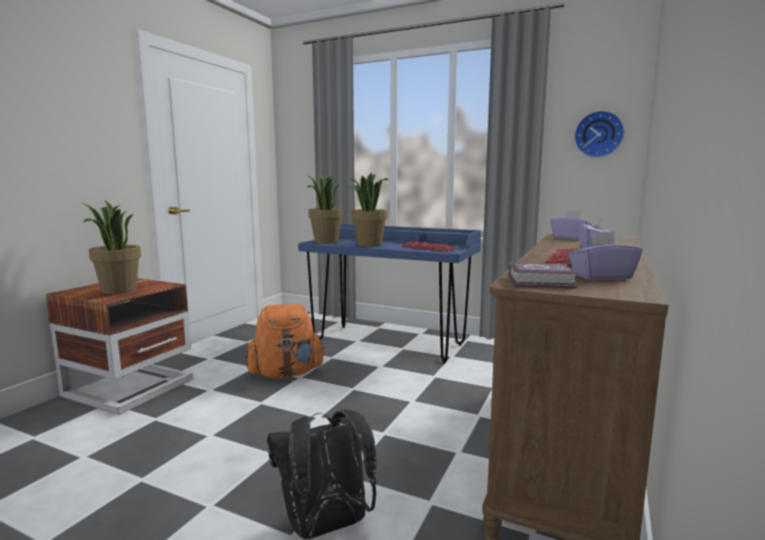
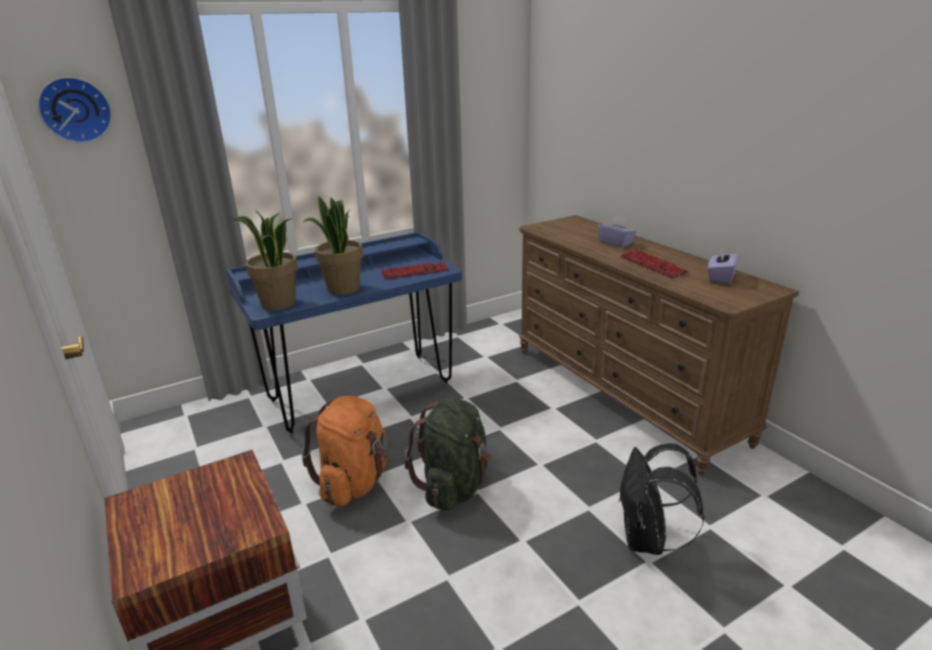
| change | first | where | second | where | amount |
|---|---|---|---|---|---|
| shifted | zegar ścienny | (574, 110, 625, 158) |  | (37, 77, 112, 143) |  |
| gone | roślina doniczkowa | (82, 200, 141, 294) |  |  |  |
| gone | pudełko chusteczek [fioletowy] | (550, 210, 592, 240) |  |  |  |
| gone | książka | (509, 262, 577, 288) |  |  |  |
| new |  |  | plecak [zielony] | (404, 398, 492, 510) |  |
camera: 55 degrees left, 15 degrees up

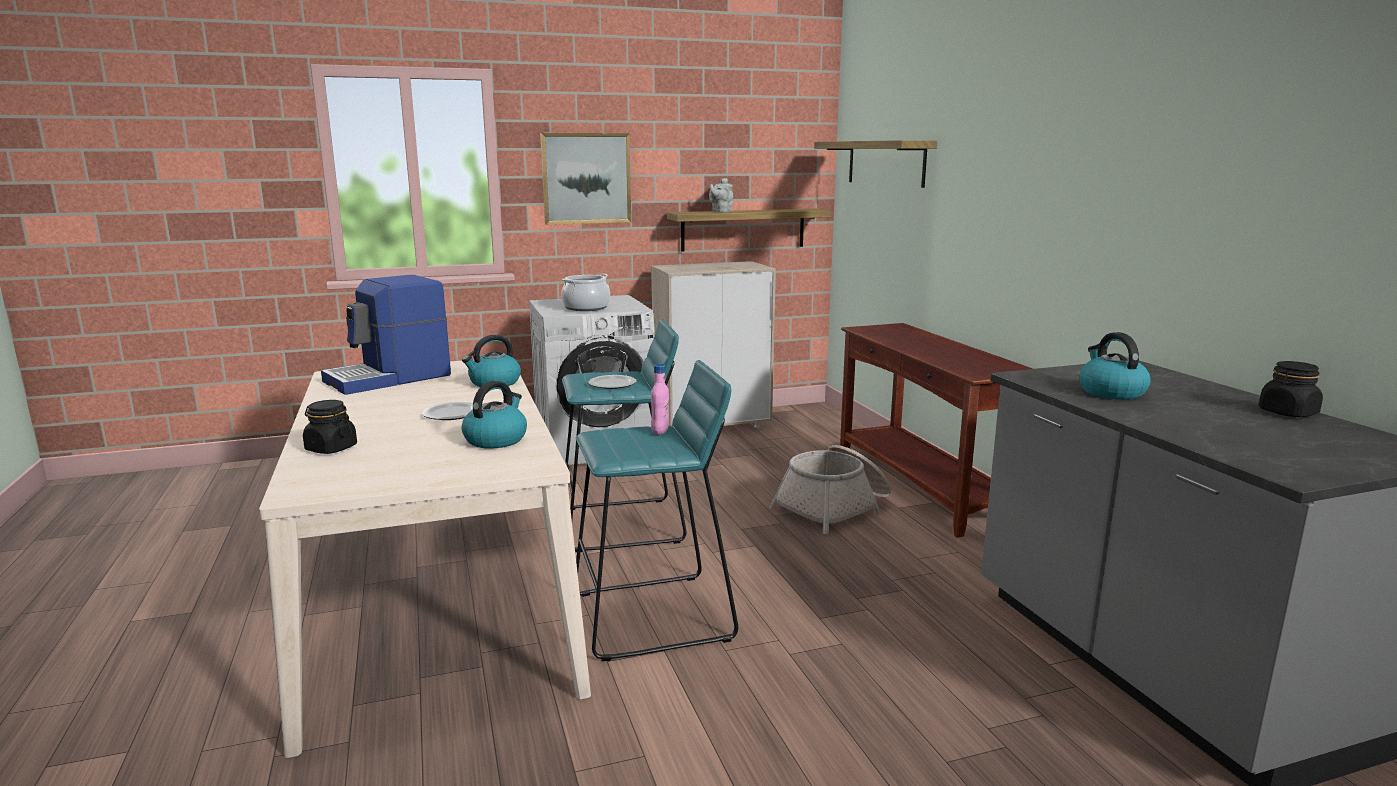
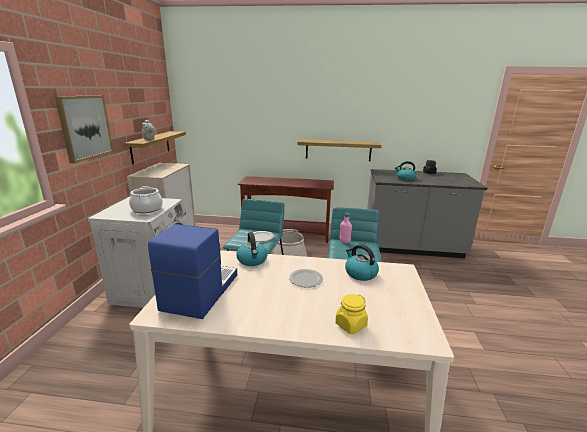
| change | first | where | second | where | amount |
|---|---|---|---|---|---|
| shifted | półka | (814, 140, 937, 188) |  | (298, 140, 382, 161) |  |
| rotated | ekspres do kawy | (321, 275, 451, 395) |  | (148, 224, 237, 319) | 150 degrees counterclockwise |
| repainted | słoik [czarny] | (303, 400, 357, 454) | słoik [żółty] | (335, 294, 368, 334) |  |
camera: 65 degrees left, 5 degrees up

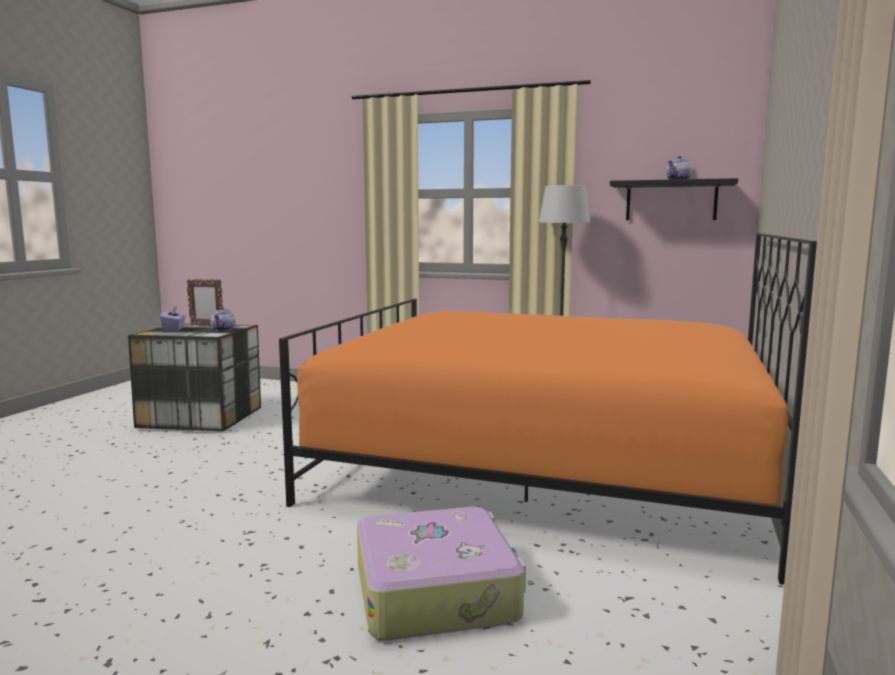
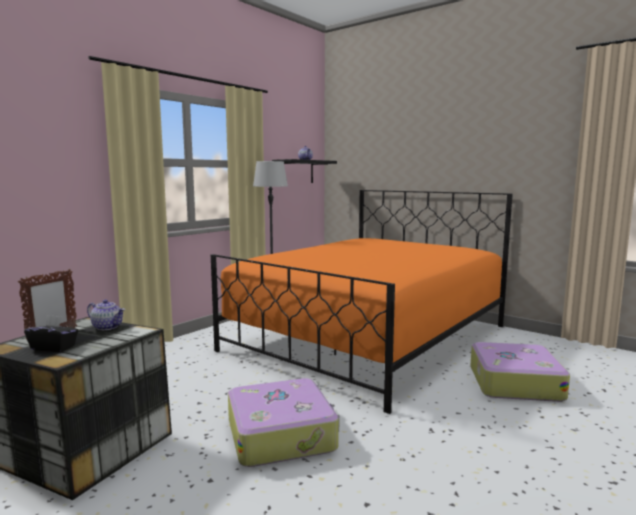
| change | first | where | second | where | amount |
|---|---|---|---|---|---|
| repainted | pudełko chusteczek [fioletowy] | (160, 306, 186, 331) | pudełko chusteczek [czarny] | (24, 315, 79, 352) |  |
| new |  |  | walizka | (228, 378, 339, 467) |  |
camera: 70 degrees left, 0 degrees up

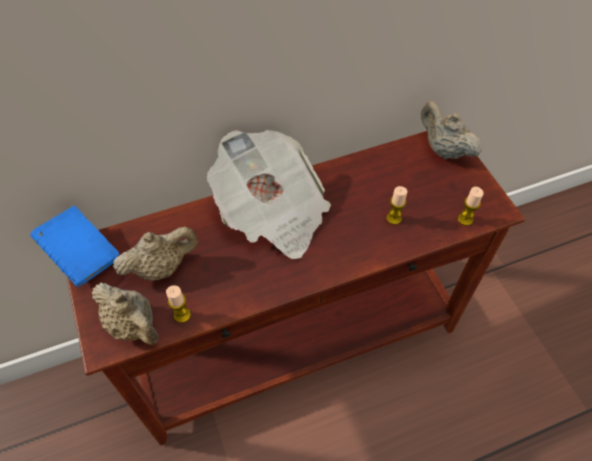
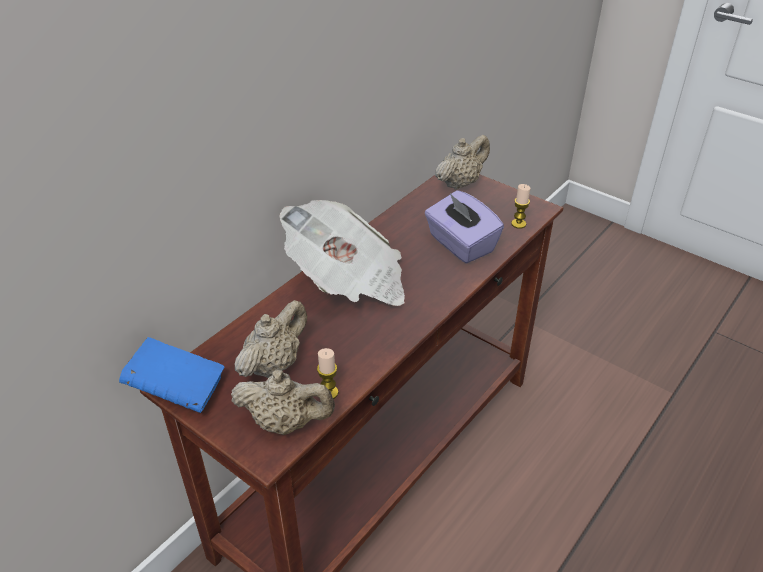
| change | first | where | second | where | amount |
|---|---|---|---|---|---|
| rotated | imbryk [beżowy] | (421, 101, 482, 159) |  | (435, 135, 490, 190) | 120 degrees clockwise |
| swapped | świeca | (387, 186, 407, 225) | pudełko chusteczek [fioletowy] | (425, 190, 504, 263) |  |
camera: 30 degrees left, 15 degrees down

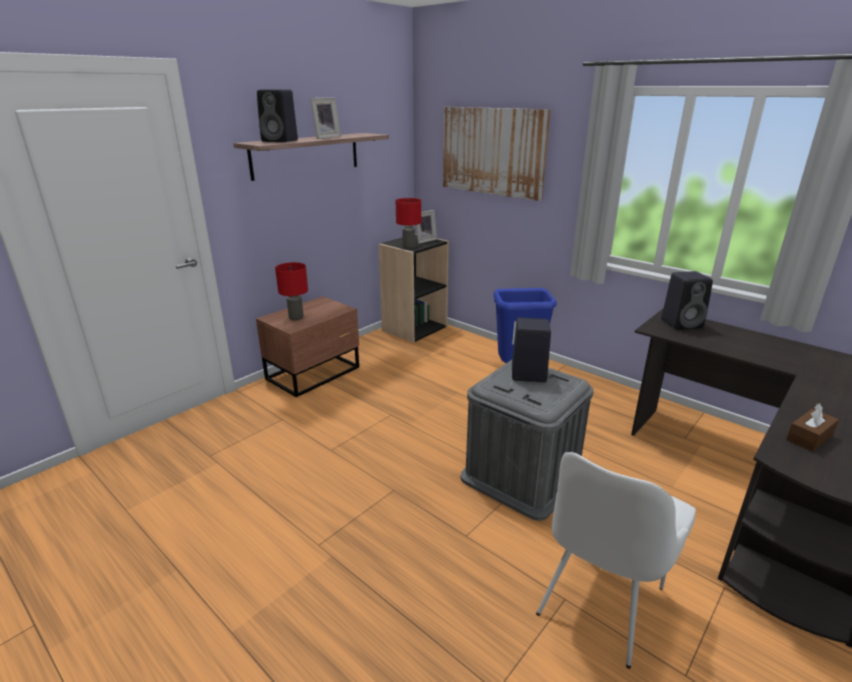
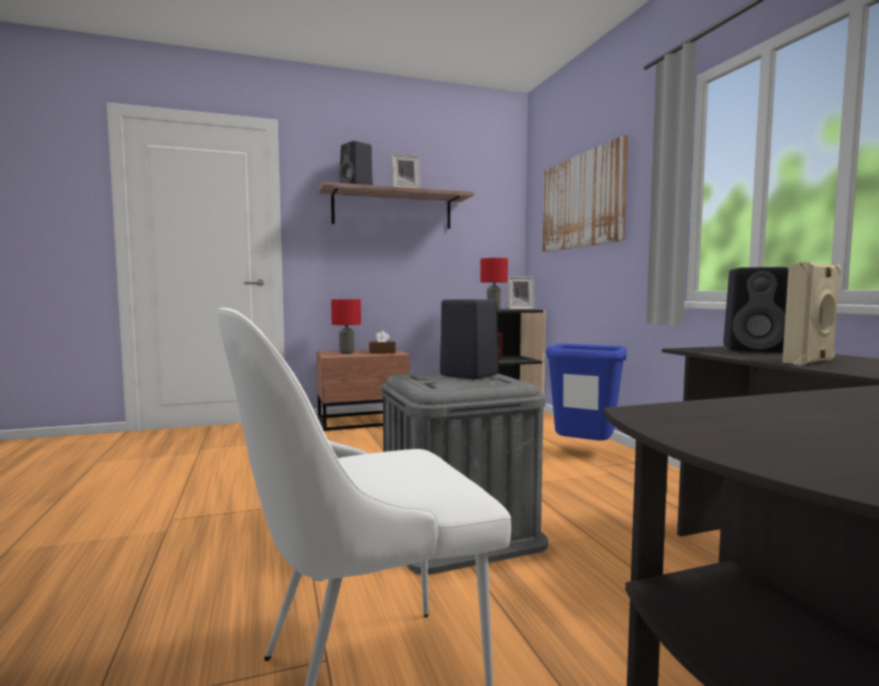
| change | first | where | second | where | amount |
|---|---|---|---|---|---|
| shifted | pudełko chusteczek [brązowy] | (786, 403, 839, 452) |  | (369, 331, 396, 354) |  |
| new |  |  | głośnik [beżowy] | (782, 262, 841, 365) |  |
camera: 30 degrees right, 20 degrees down

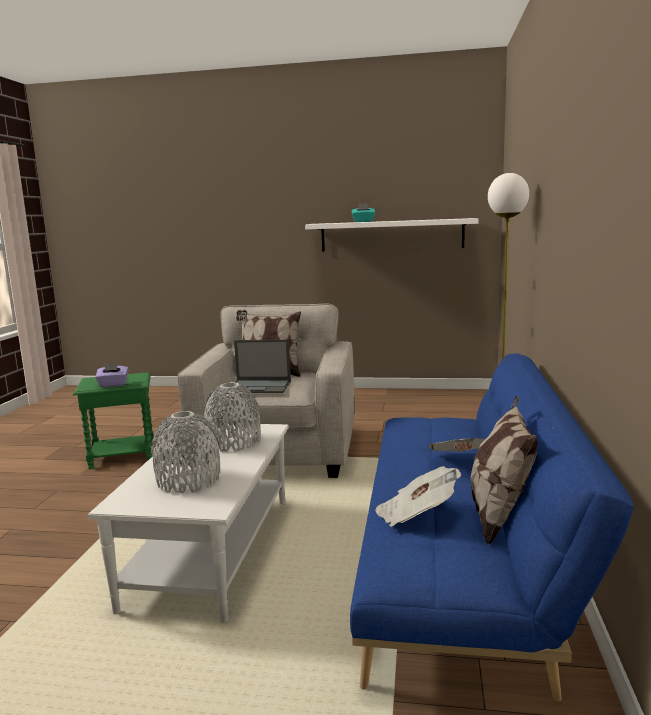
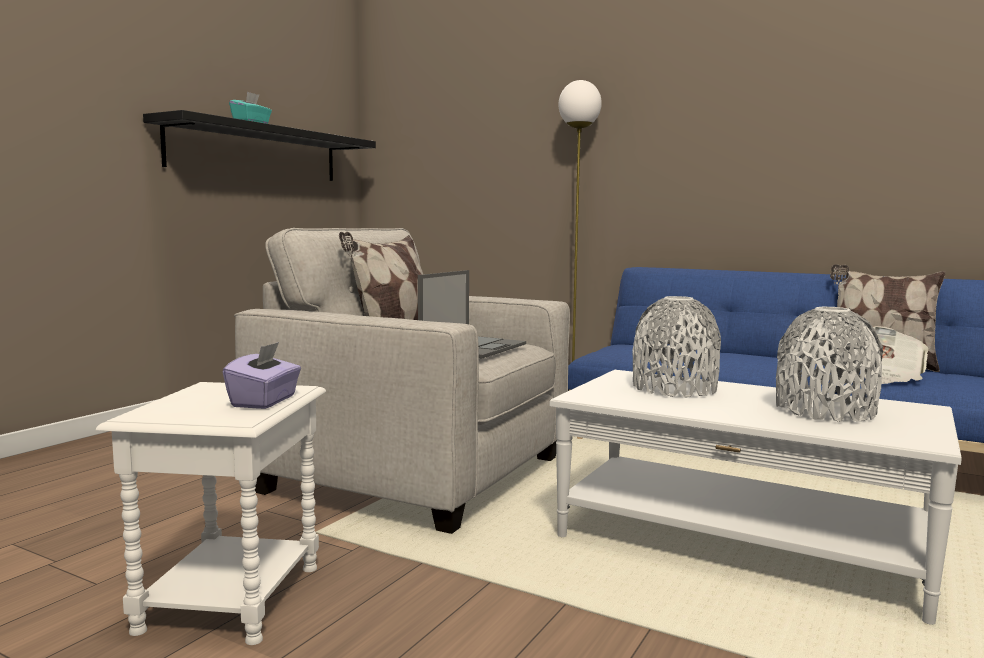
| change | first | where | second | where | amount |
|---|---|---|---|---|---|
| repainted | półka [biały] | (305, 218, 478, 251) | półka [czarny] | (143, 110, 376, 181) |  |
| repainted | stolik [zielony] | (73, 372, 154, 469) | stolik [biały] | (96, 382, 326, 645) |  |
| gone | gazeta | (429, 438, 485, 452) |  |  |  |
camera: 70 degrees left, 5 degrees down

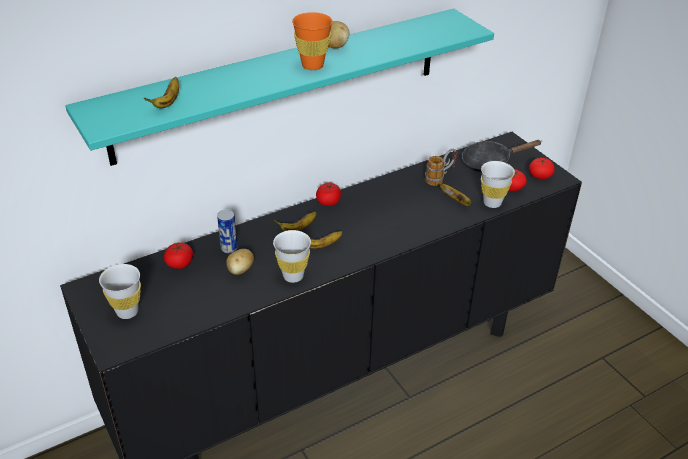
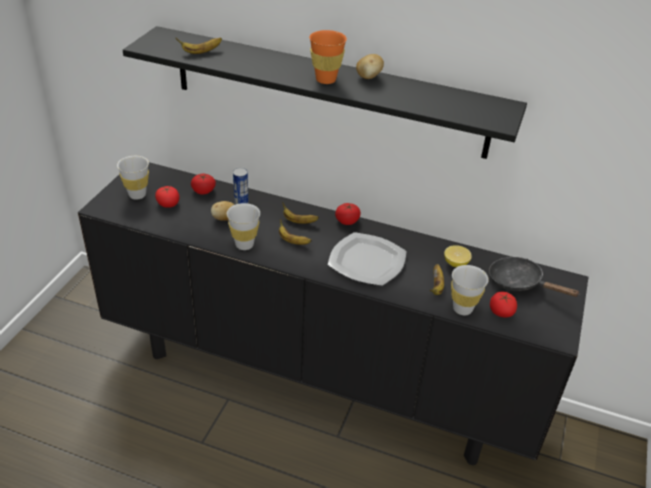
| change | first | where | second | where | amount |
|---|---|---|---|---|---|
| repainted | półka [turkusowy] | (65, 8, 494, 166) | półka [czarny] | (123, 26, 527, 159) |  |
| swapped | kubek | (425, 149, 457, 186) | cytryna | (444, 245, 472, 267) |  |
| shifted | pomidor | (529, 158, 555, 179) |  | (155, 186, 180, 208) |  |
| new |  |  | talerz | (328, 232, 406, 286) |  |
camera: 50 degrees right, 0 degrees up

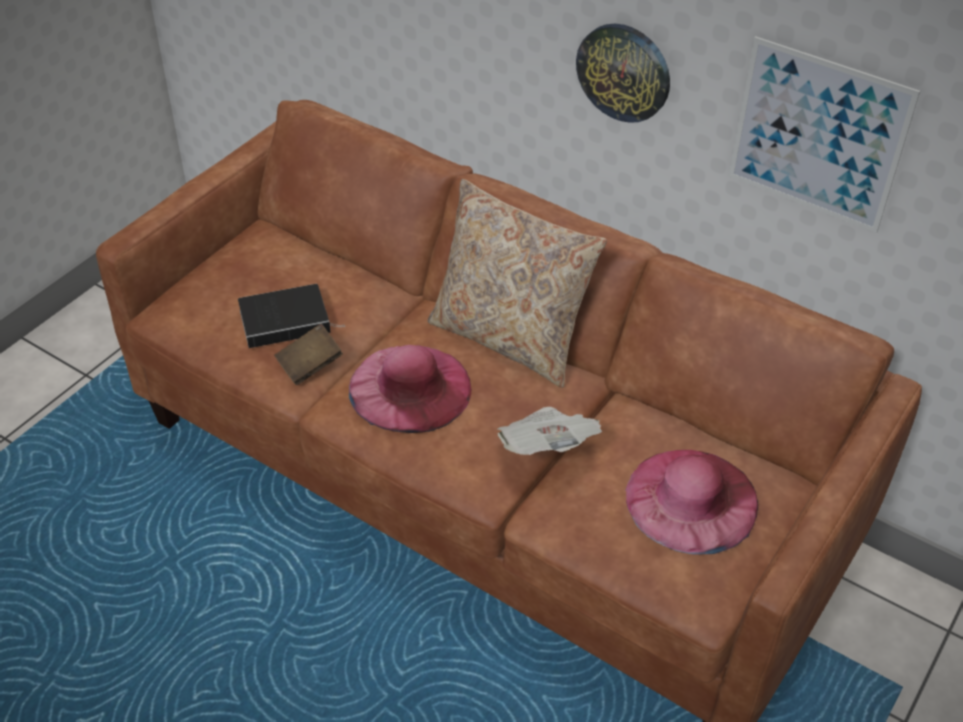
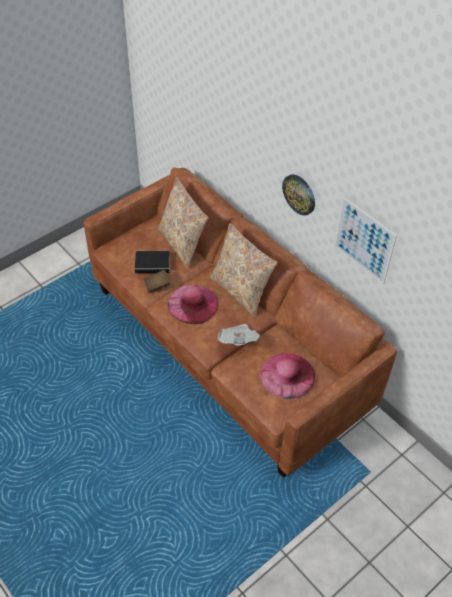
| change | first | where | second | where | amount |
|---|---|---|---|---|---|
| new |  |  | poduszka [beżowy] | (158, 177, 209, 269) |  |
camera: 15 degrees right, 5 degrees up

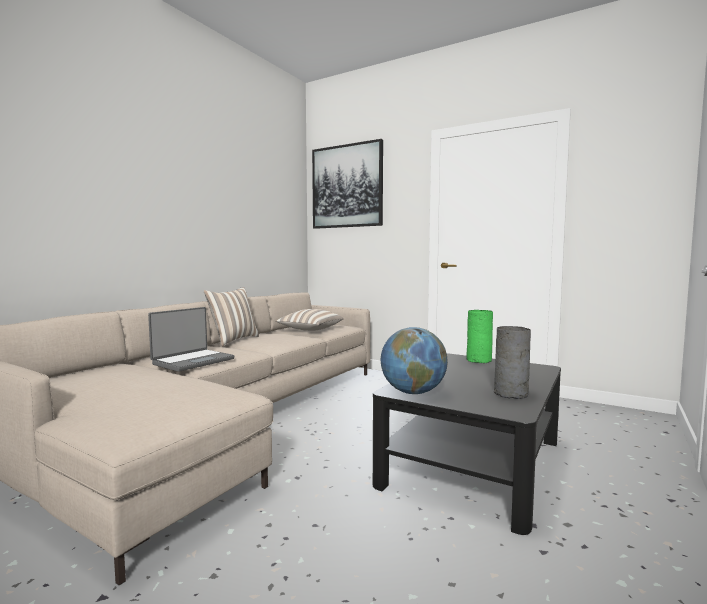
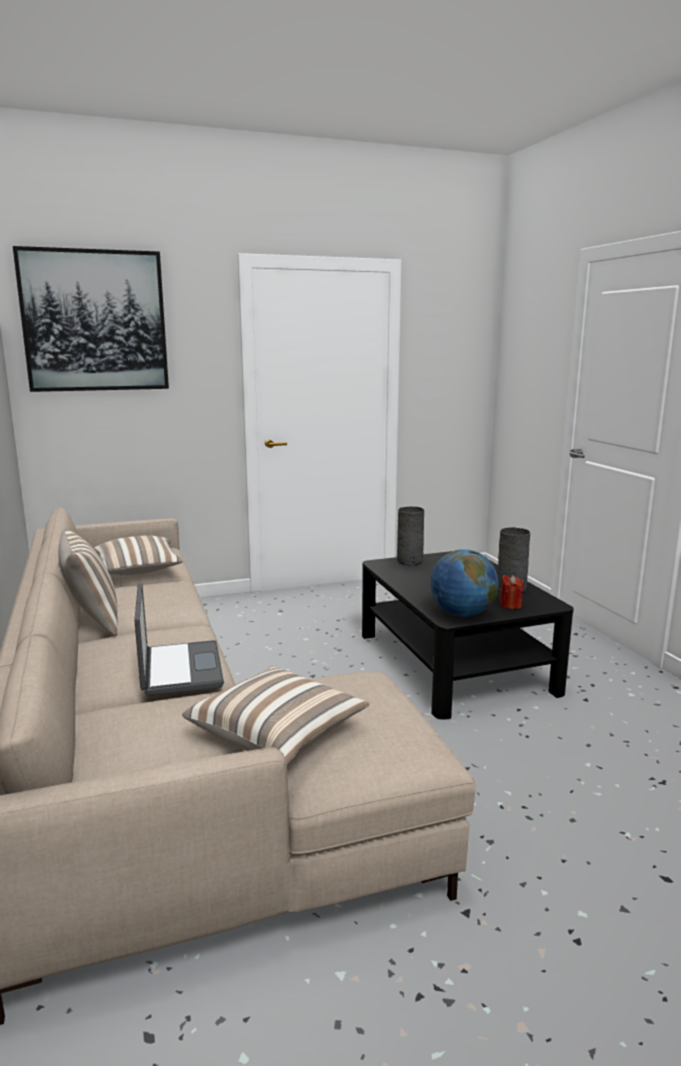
| change | first | where | second | where | amount |
|---|---|---|---|---|---|
| repainted | wazon [zielony] | (467, 310, 493, 363) | wazon [szary] | (397, 506, 424, 566) |  |
| new |  |  | świeca [czerwony] | (500, 575, 523, 609) |  |
| new |  |  | poduszka | (182, 666, 370, 765) |  |
camera: 50 degrees left, 10 degrees up

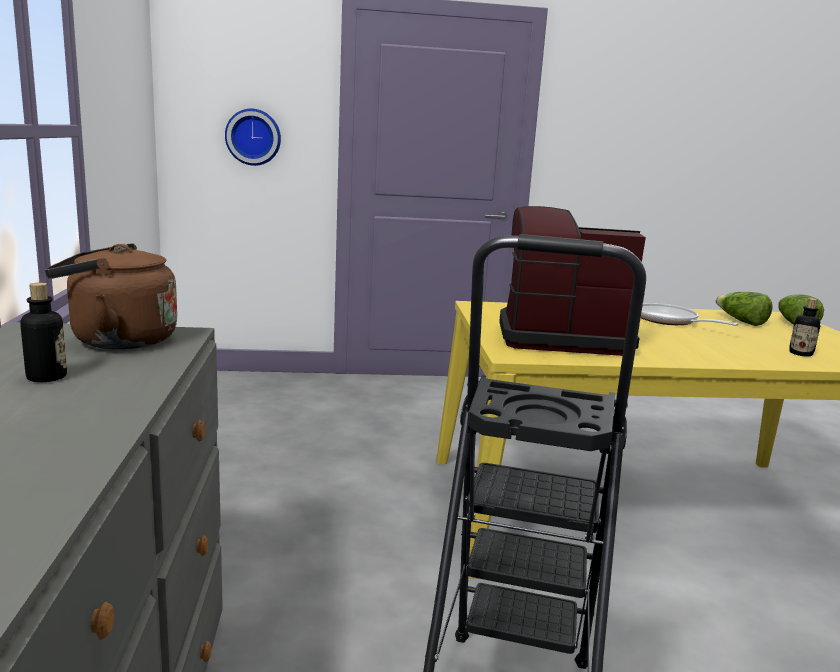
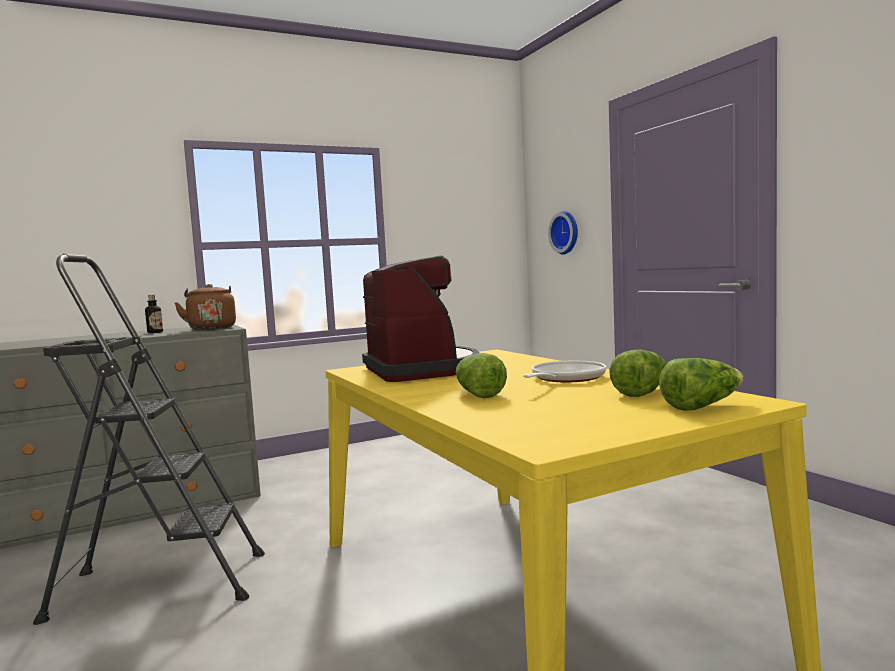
| change | first | where | second | where | amount |
|---|---|---|---|---|---|
| gone | butelka | (789, 298, 821, 357) |  |  |  |
| new |  |  | sałata | (455, 353, 507, 398) |  |
camera: 70 degrees right, 10 degrees down

